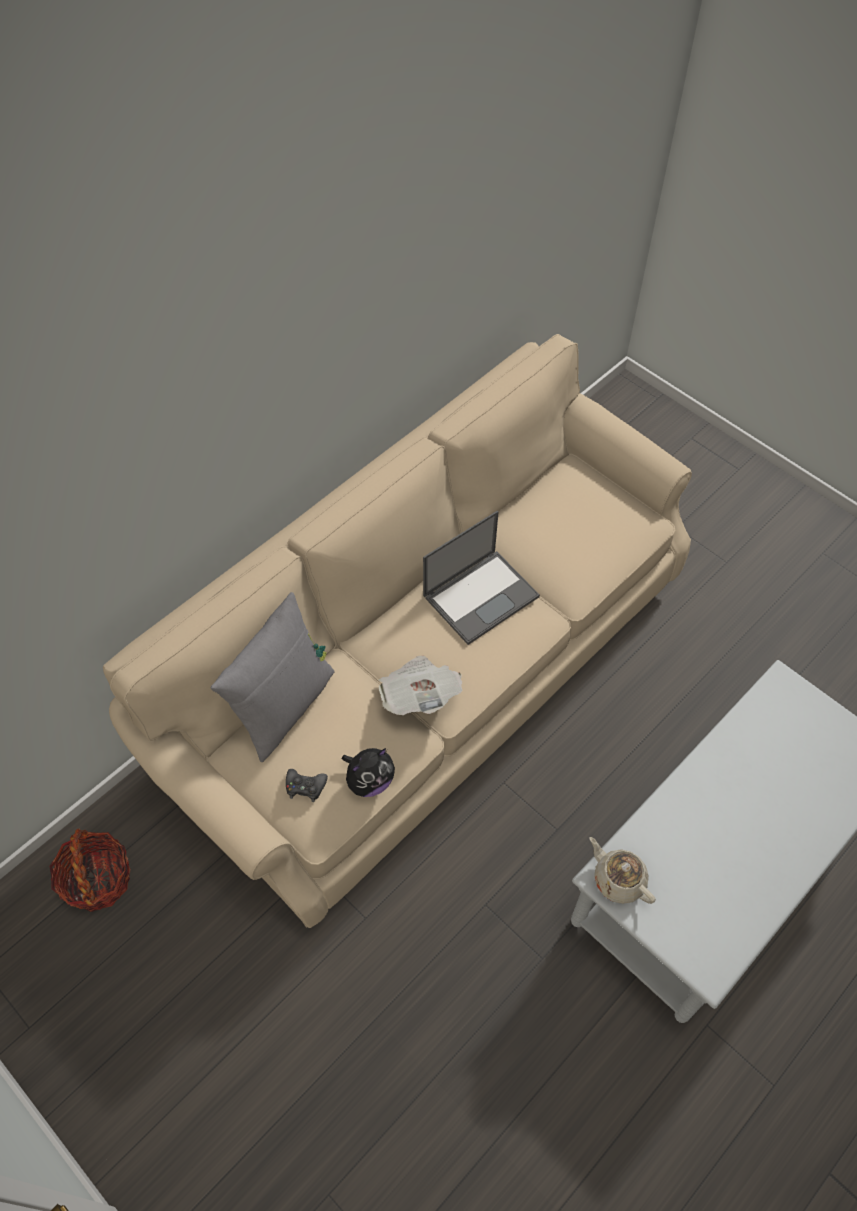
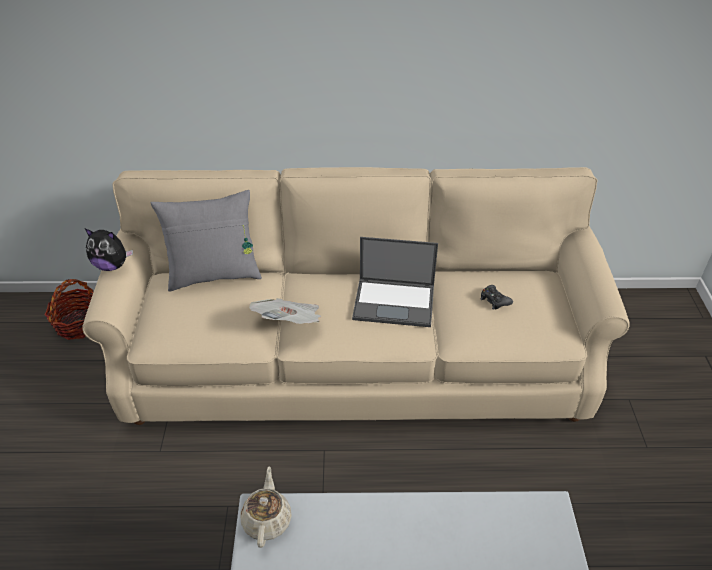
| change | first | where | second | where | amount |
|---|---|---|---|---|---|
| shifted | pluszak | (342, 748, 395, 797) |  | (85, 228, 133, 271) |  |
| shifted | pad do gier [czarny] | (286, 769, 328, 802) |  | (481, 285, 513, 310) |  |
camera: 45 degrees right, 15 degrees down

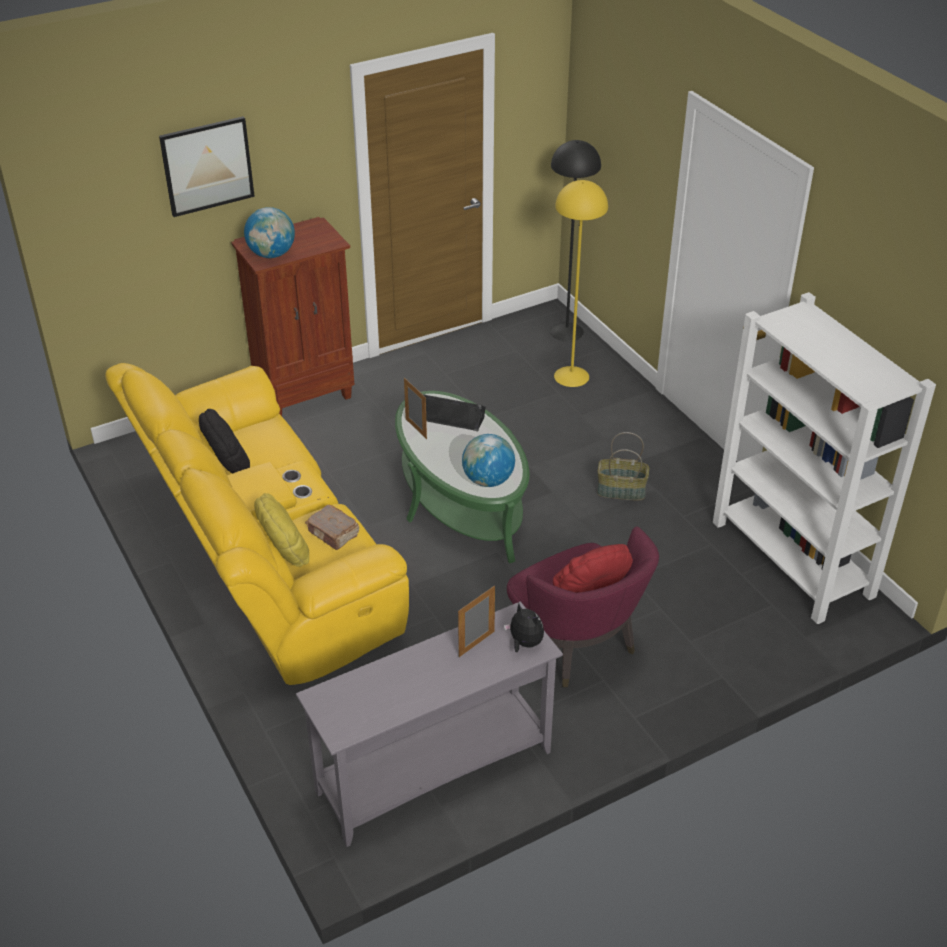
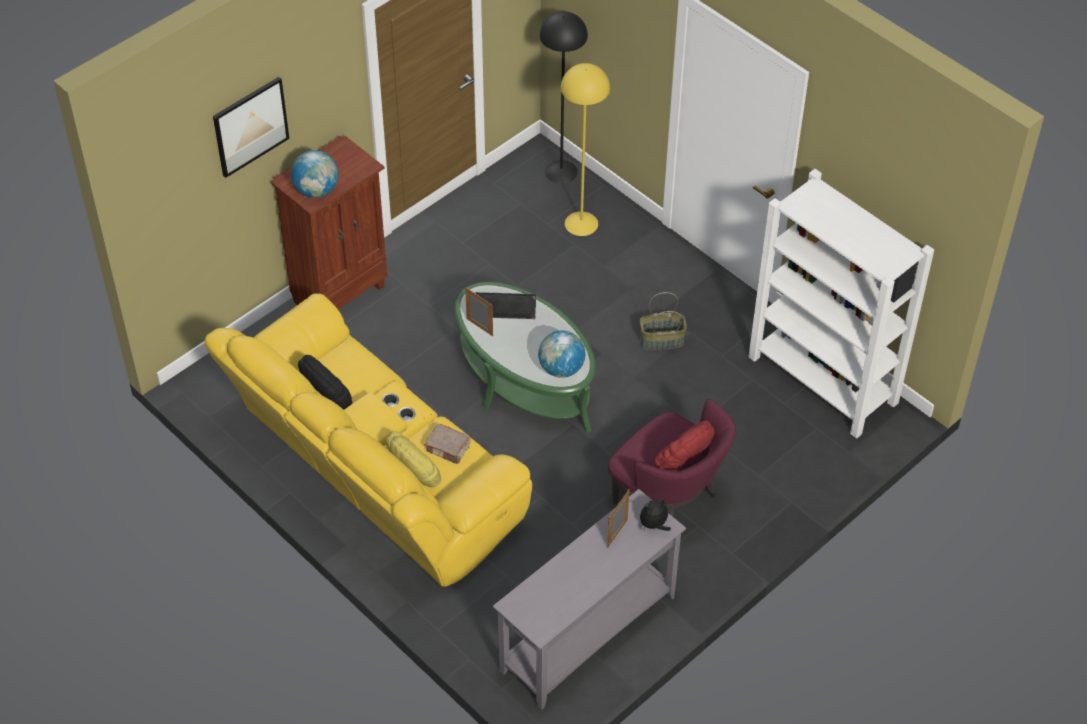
| change | first | where | second | where | amount |
|---|---|---|---|---|---|
| rotated | pluszak | (504, 603, 544, 652) |  | (640, 498, 671, 531) | 60 degrees counterclockwise |
camera: 15 degrees left, 10 degrees up

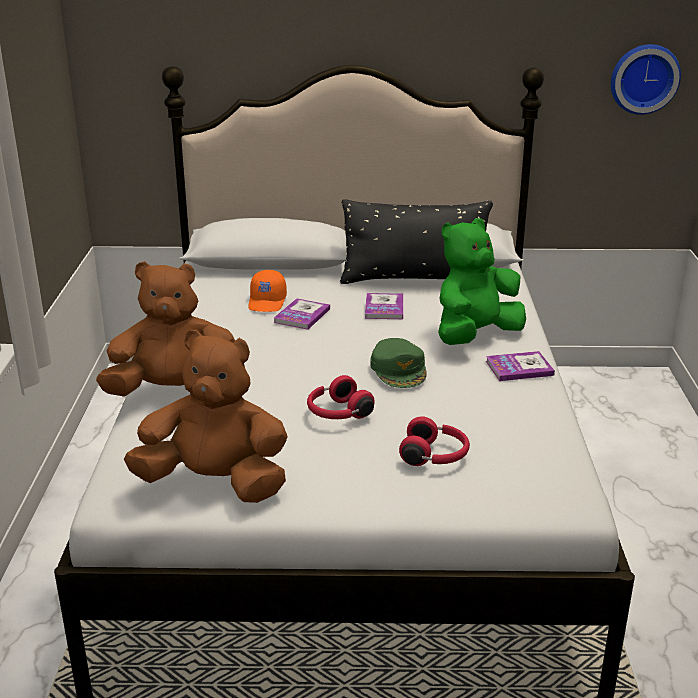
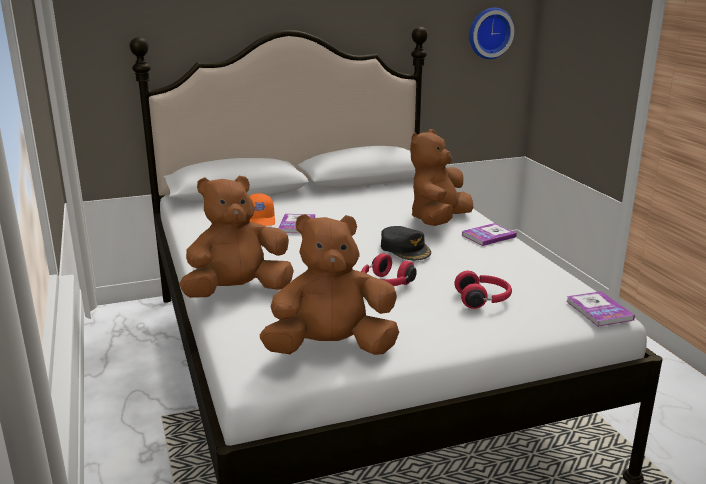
| change | first | where | second | where | amount |
|---|---|---|---|---|---|
| gone | poduszka [czarny] | (340, 199, 493, 284) |  |  |  |
| repainted | pluszak [zielony] | (438, 218, 526, 345) | pluszak [brązowy] | (410, 129, 474, 226) |  |
| shifted | książka | (365, 293, 403, 319) |  | (566, 291, 635, 327) |  |
| repainted | czapka z daszkiem [zielony] | (370, 338, 427, 388) | czapka z daszkiem [czarny] | (381, 226, 431, 260) |  |
camera: 20 degrees left, 5 degrees down

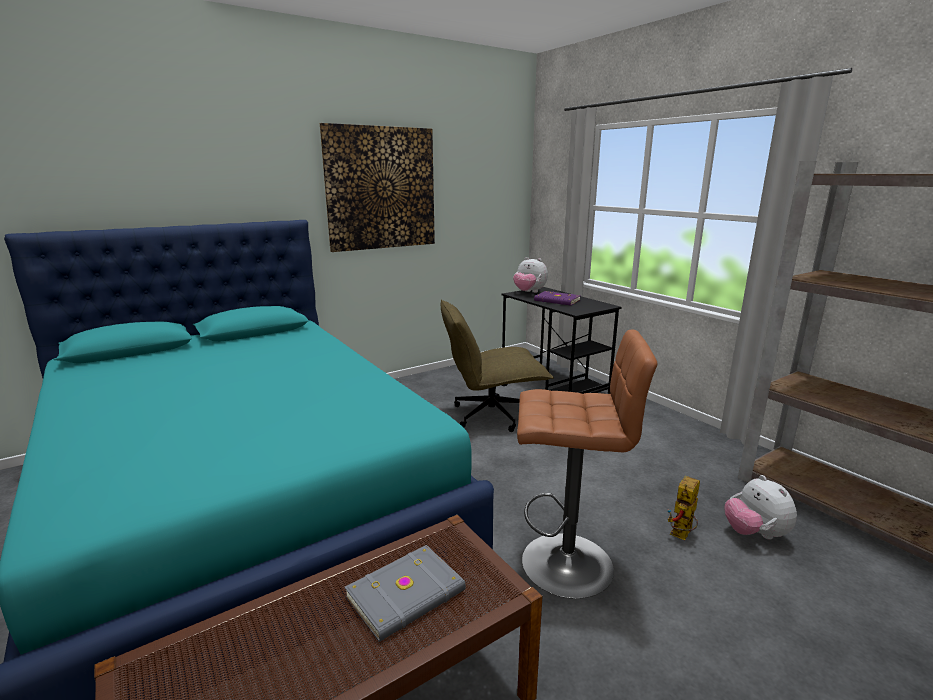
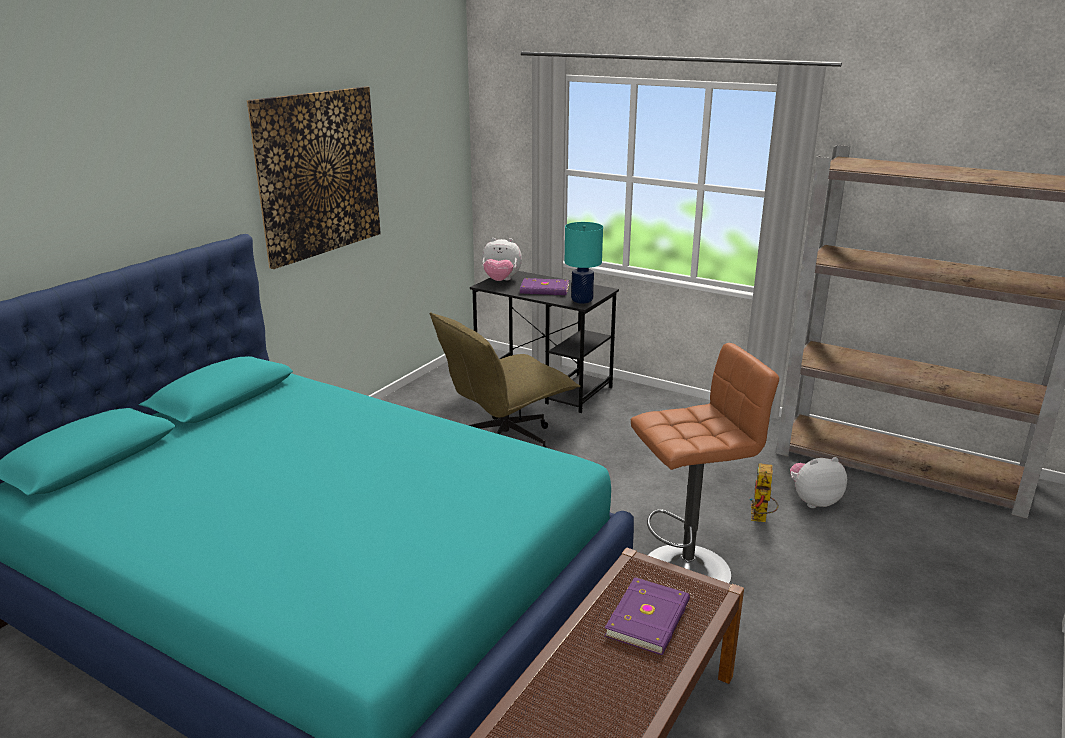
| change | first | where | second | where | amount |
|---|---|---|---|---|---|
| rotated | pluszak | (724, 475, 797, 540) |  | (790, 457, 847, 508) | 120 degrees clockwise |
| repainted | książka [szary] | (345, 545, 466, 642) | książka [fioletowy] | (605, 577, 690, 655) |  |
| new |  |  | lampa stołowa [turkusowy] | (565, 222, 603, 304) |  |
camera: 25 degrees left, 5 degrees up

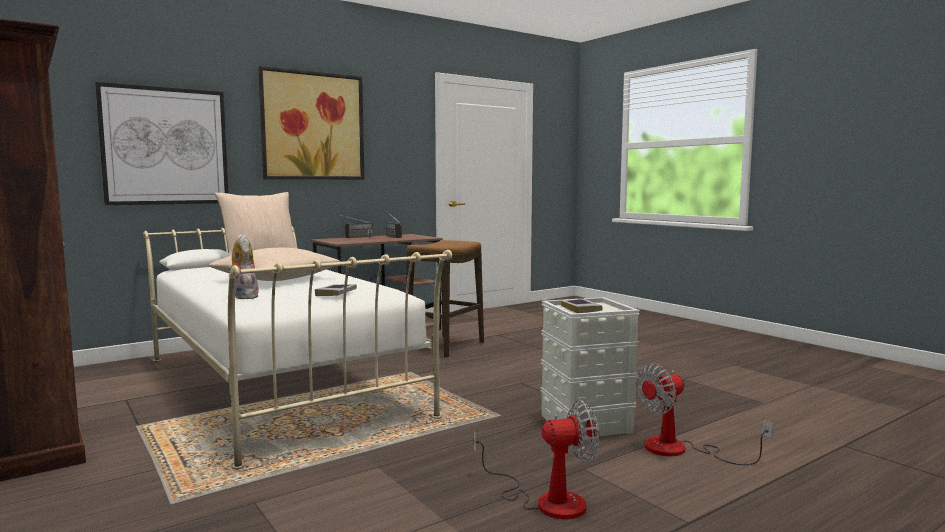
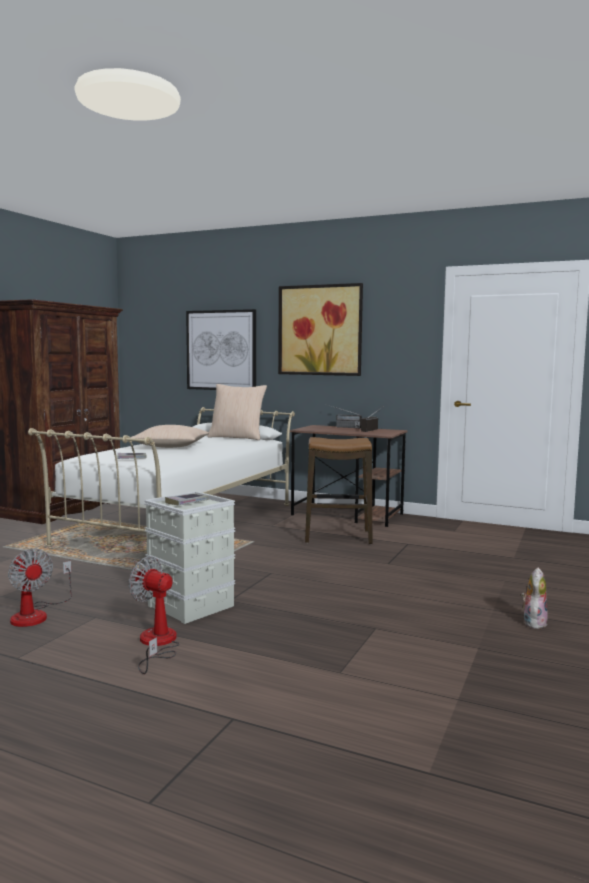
| change | first | where | second | where | amount |
|---|---|---|---|---|---|
| shifted | pluszak | (227, 234, 259, 299) |  | (521, 567, 548, 629) |  |
camera: 60 degrees right, 0 degrees up

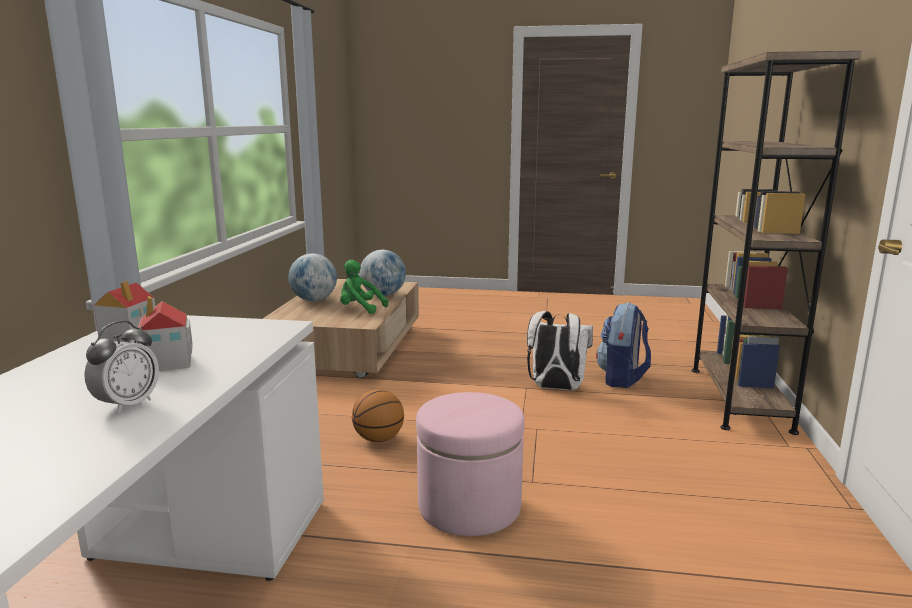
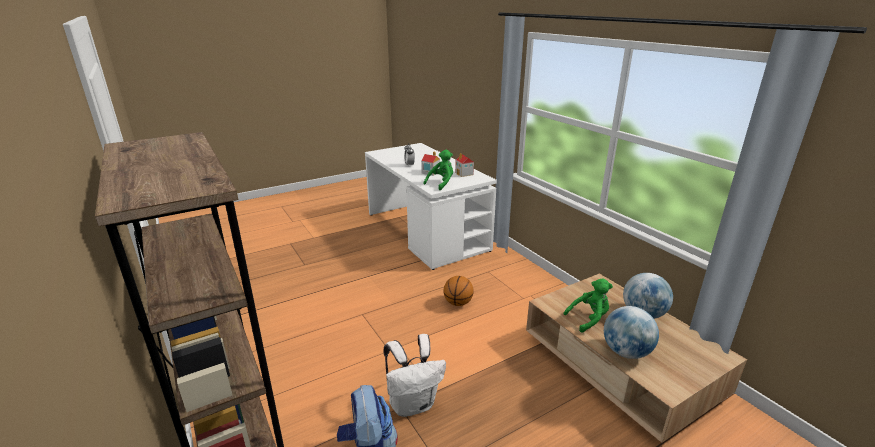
| change | first | where | second | where | amount |
|---|---|---|---|---|---|
| gone | pufa [różowy] | (416, 392, 524, 536) |  |  |  |
| new |  |  | pluszak [zielony] | (423, 150, 453, 190) |  |
camera: 140 degrees right, 10 degrees up

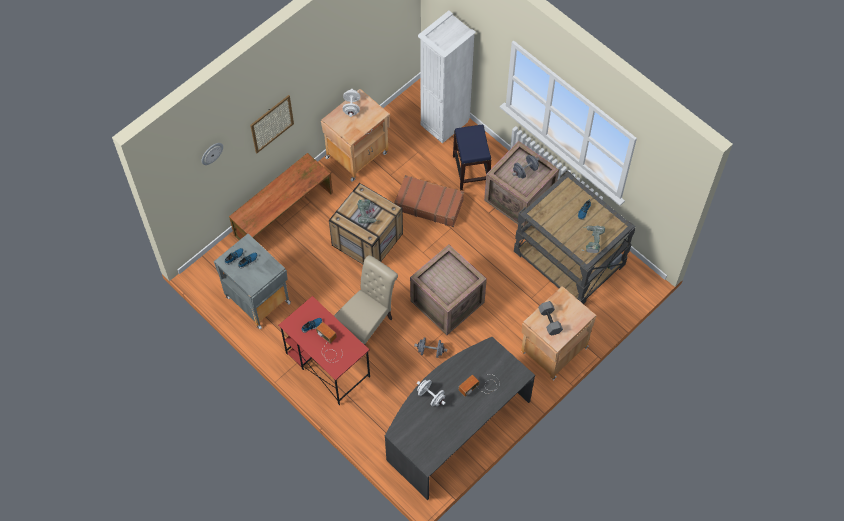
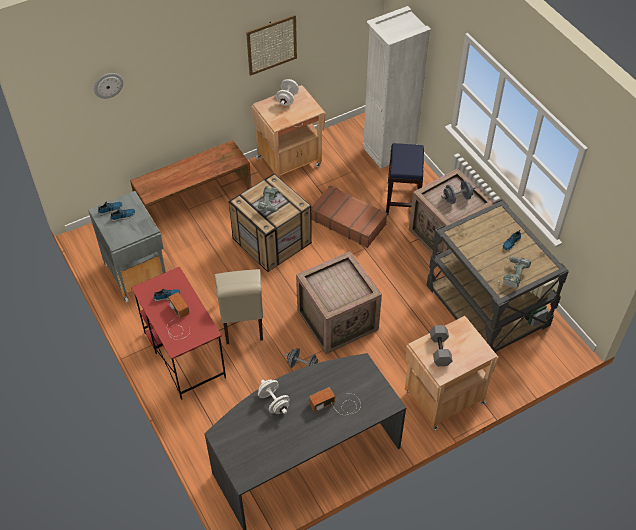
| change | first | where | second | where | amount |
|---|---|---|---|---|---|
| shifted | obraz | (250, 95, 294, 153) |  | (246, 15, 297, 76) |  |
| rotated | krzesło [beżowy] | (334, 255, 398, 346) |  | (214, 269, 263, 344) | 120 degrees clockwise |
camera: 15 degrees right, 10 degrees down

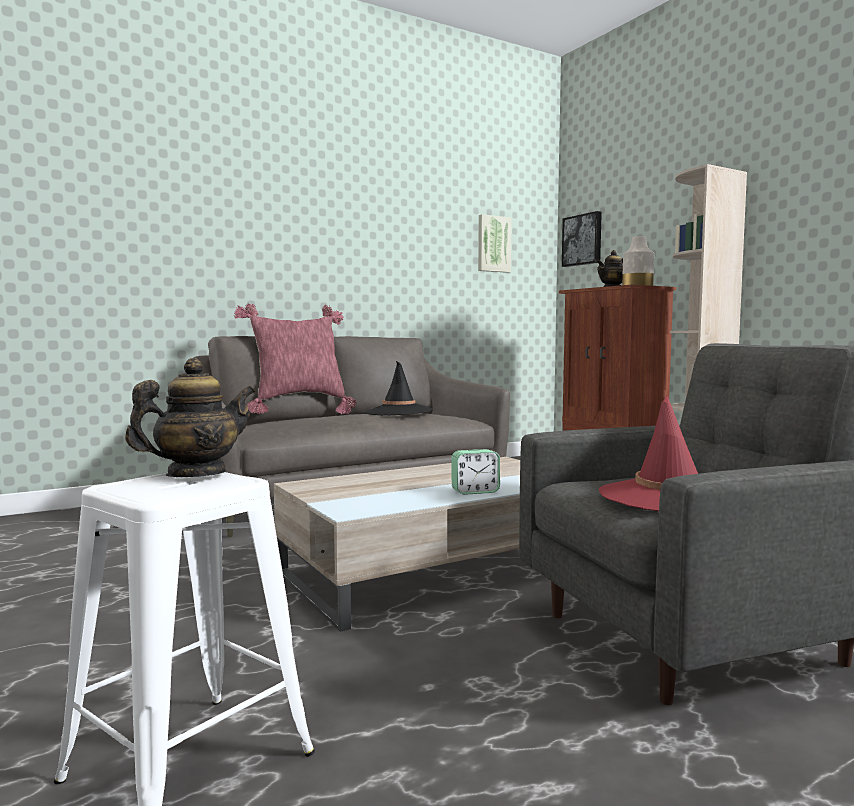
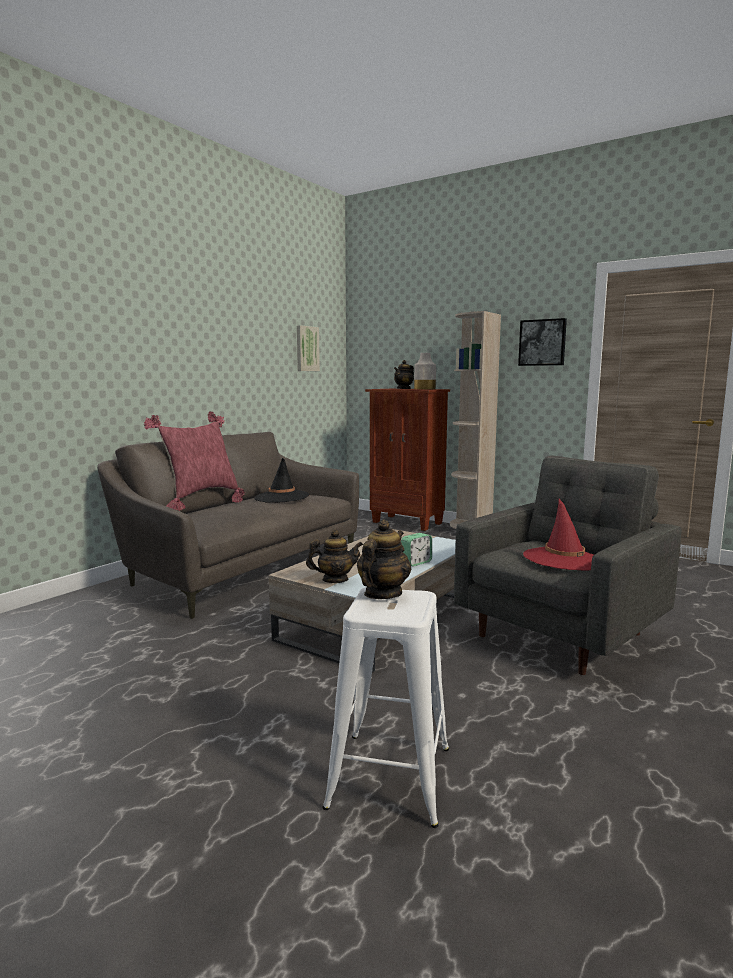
| change | first | where | second | where | amount |
|---|---|---|---|---|---|
| shifted | obraz | (562, 211, 602, 267) |  | (518, 318, 567, 366) |  |
| new |  |  | imbryk | (306, 529, 363, 583) |  |
camera: 25 degrees left, 5 degrees up

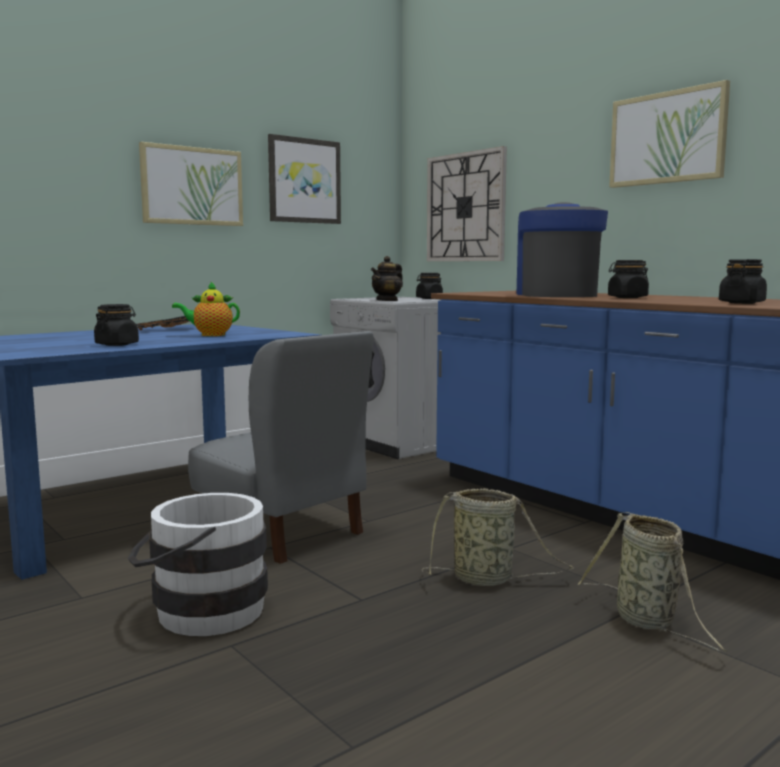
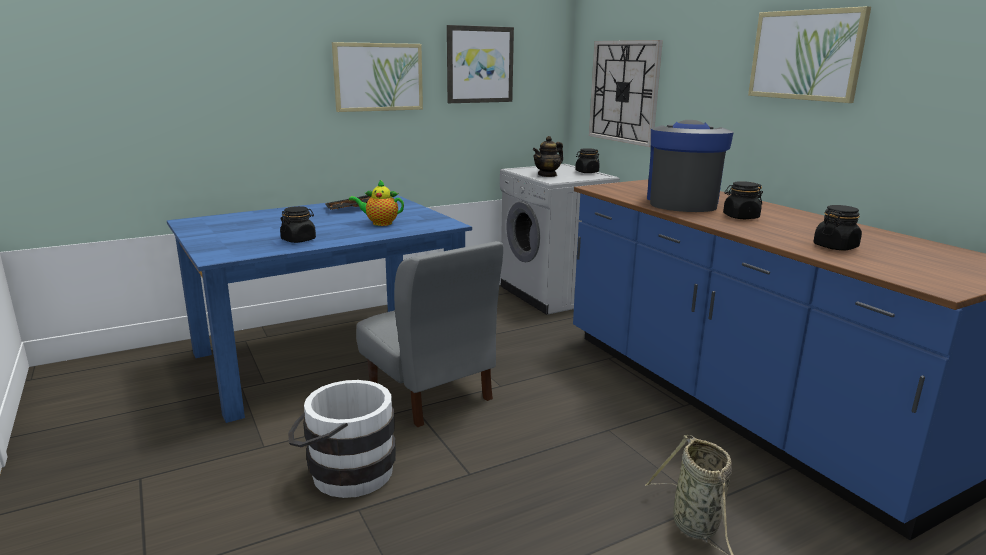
| change | first | where | second | where | amount |
|---|---|---|---|---|---|
| gone | koszyk | (422, 488, 574, 586) |  |  |  |
camera: 10 degrees right, 10 degrees up

